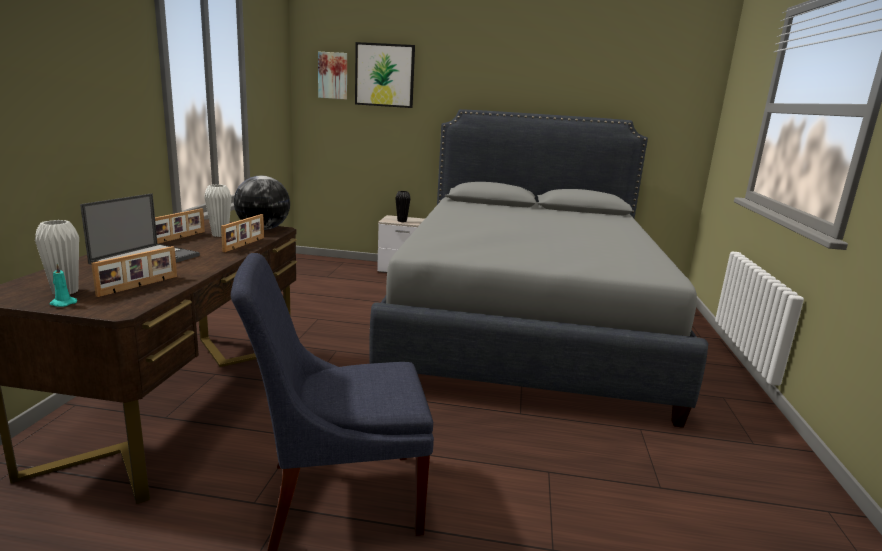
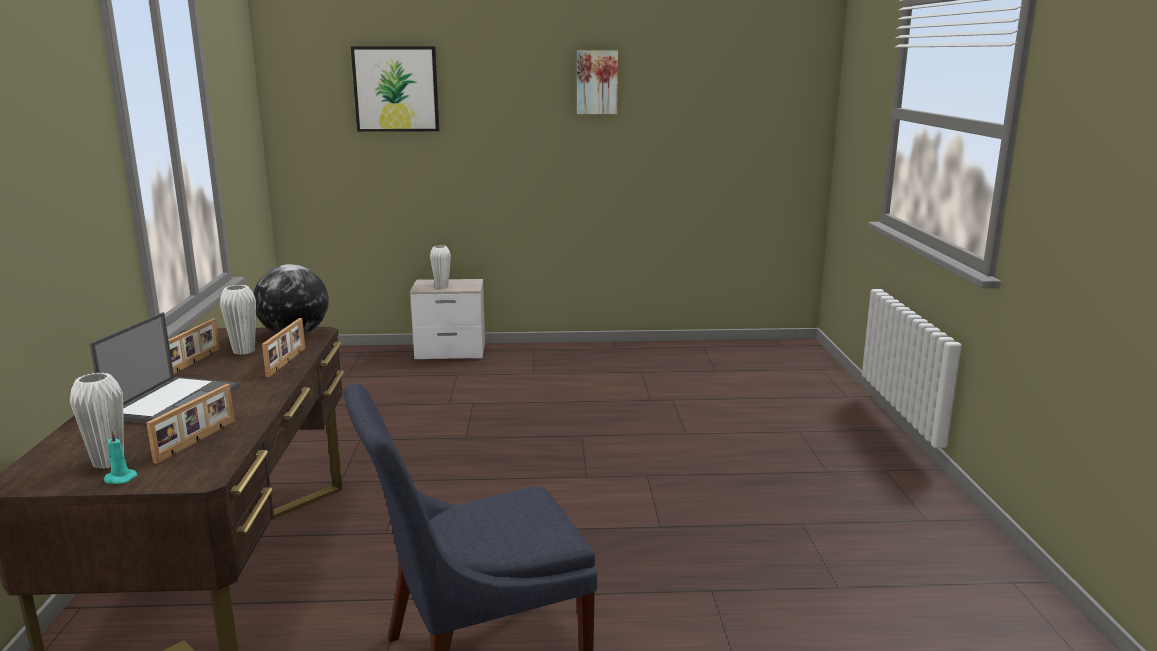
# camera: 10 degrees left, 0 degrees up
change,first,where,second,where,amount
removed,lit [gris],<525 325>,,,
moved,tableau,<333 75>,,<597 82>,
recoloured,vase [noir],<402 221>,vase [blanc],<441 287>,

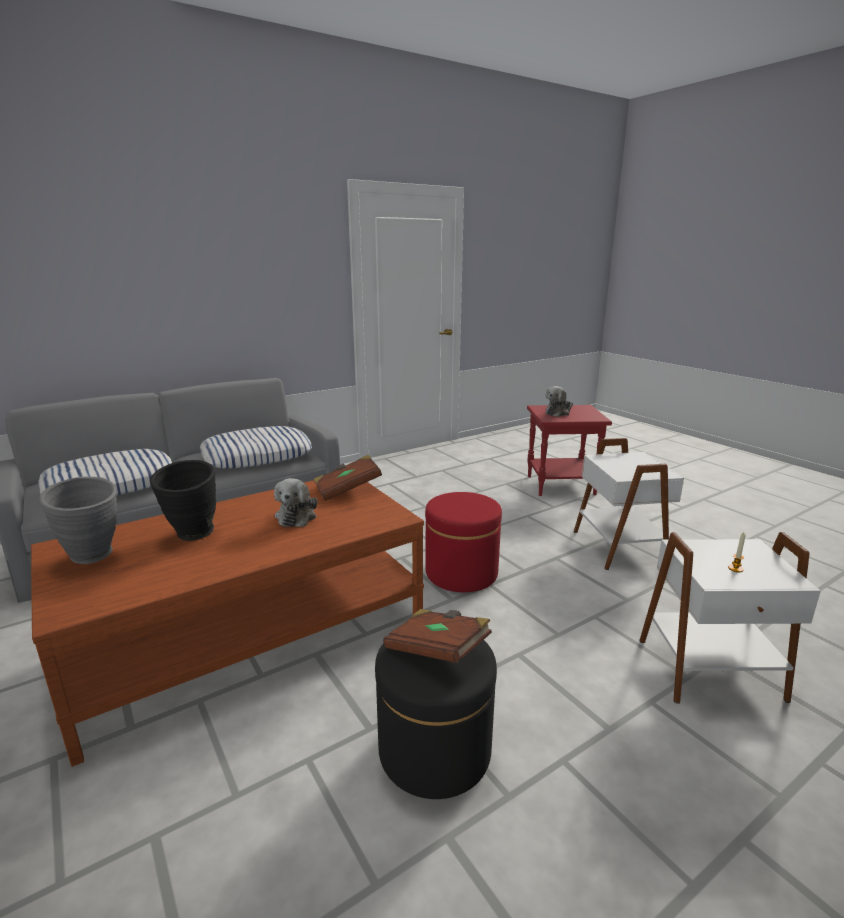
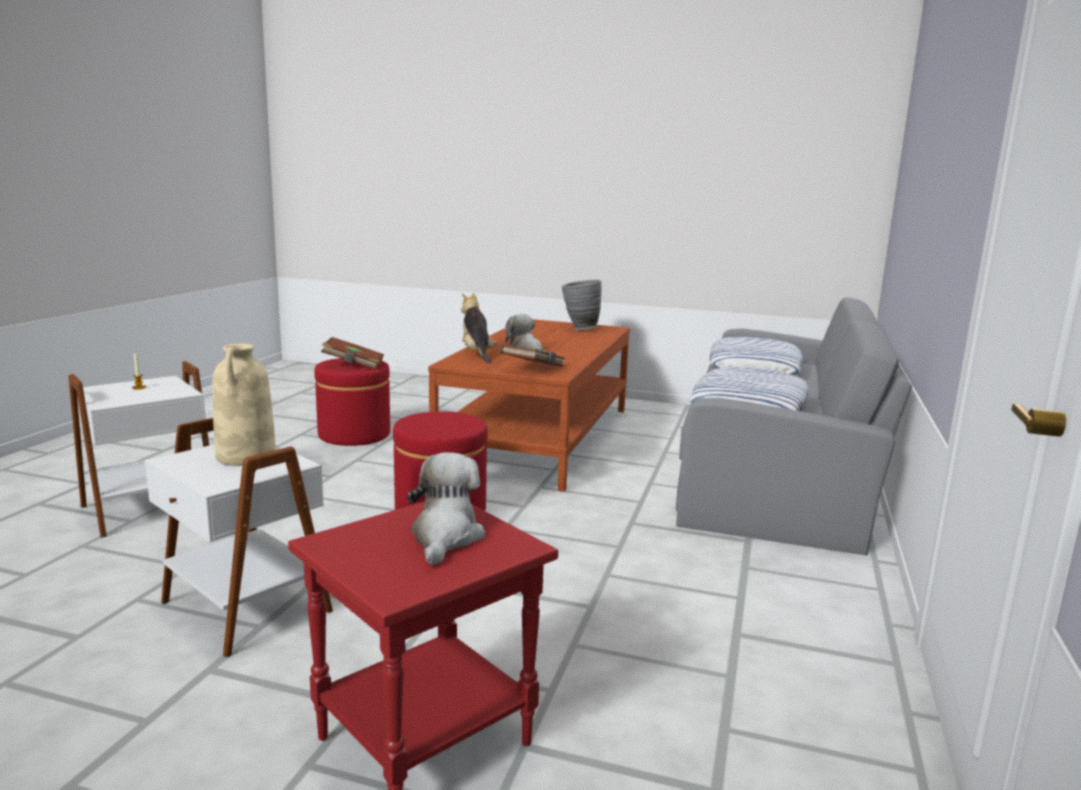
# camera: 140 degrees right, 5 degrees down
change,first,where,second,where,amount
removed,vase [noir],<193 537>,,,
added,,,vase [beige],<246 456>,
added,,,peluche,<477 354>,
recoloured,pouf [noir],<434 750>,pouf [rouge],<354 435>,

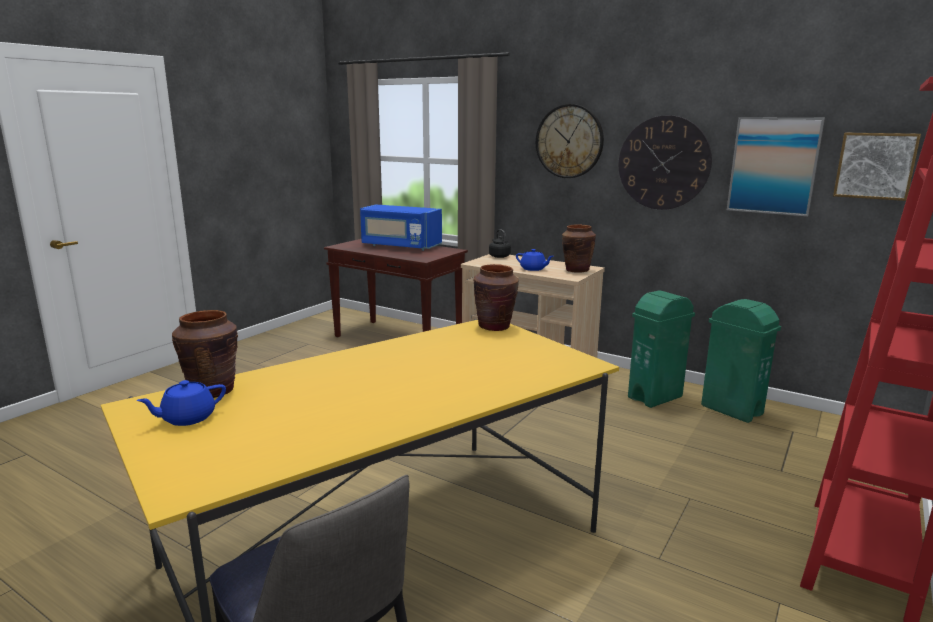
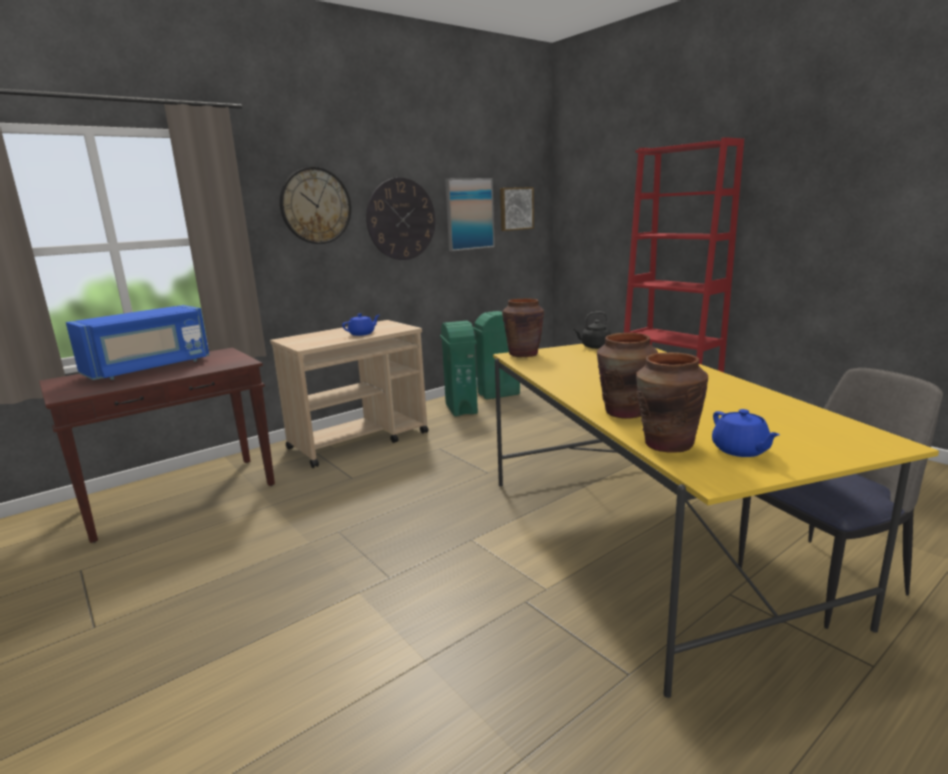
# camera: 70 degrees left, 0 degrees up
change,first,where,second,where,amount
moved,bouilloire [noir],<499 256>,,<594 347>,
moved,vase [marron],<577 270>,,<625 412>,

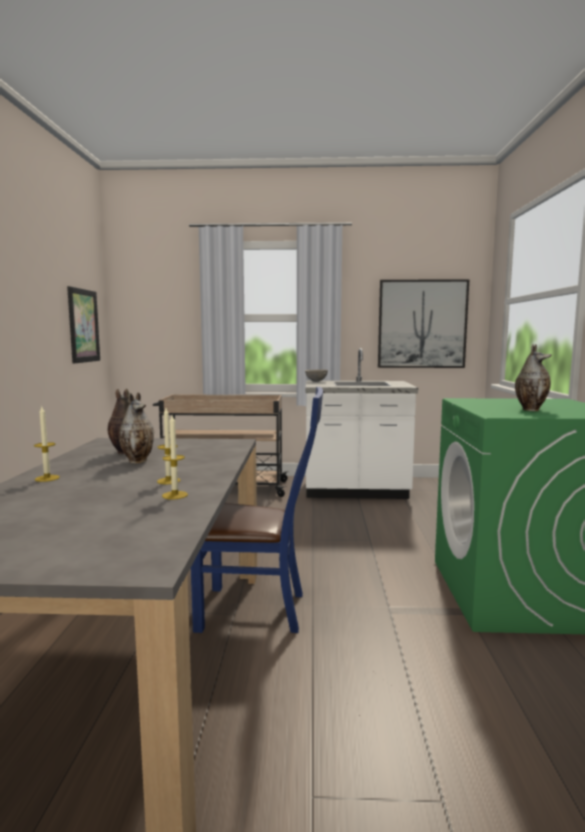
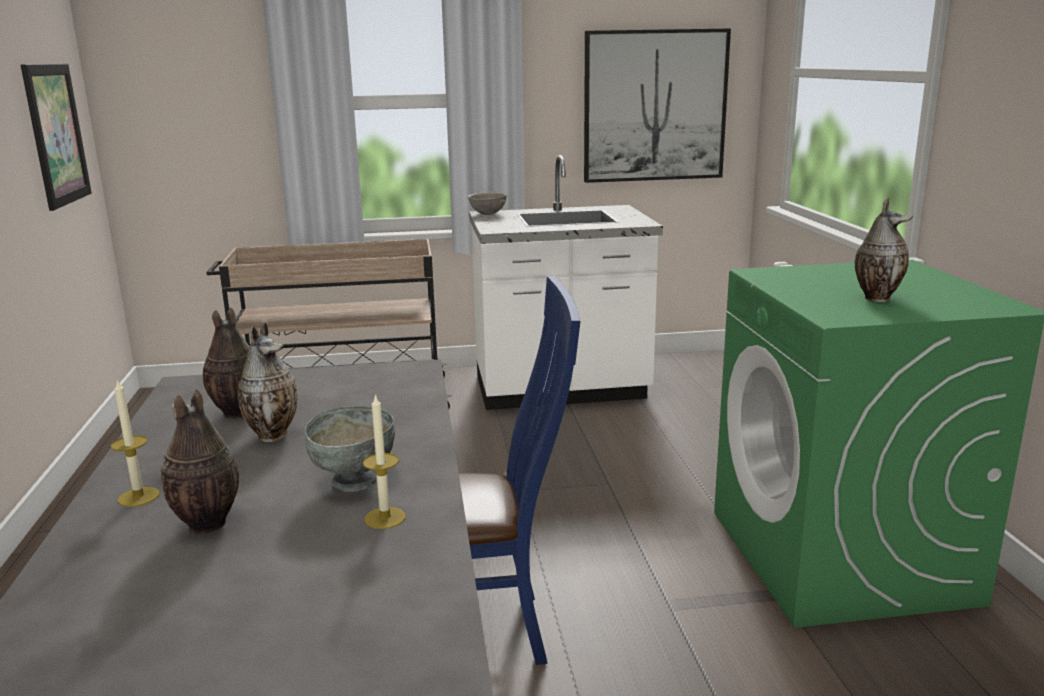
# camera: 10 degrees left, 10 degrees up
change,first,where,second,where,amount
added,,,vase,<206 526>,
replaced,bougie,<168 481>,bol [gris],<354 482>,

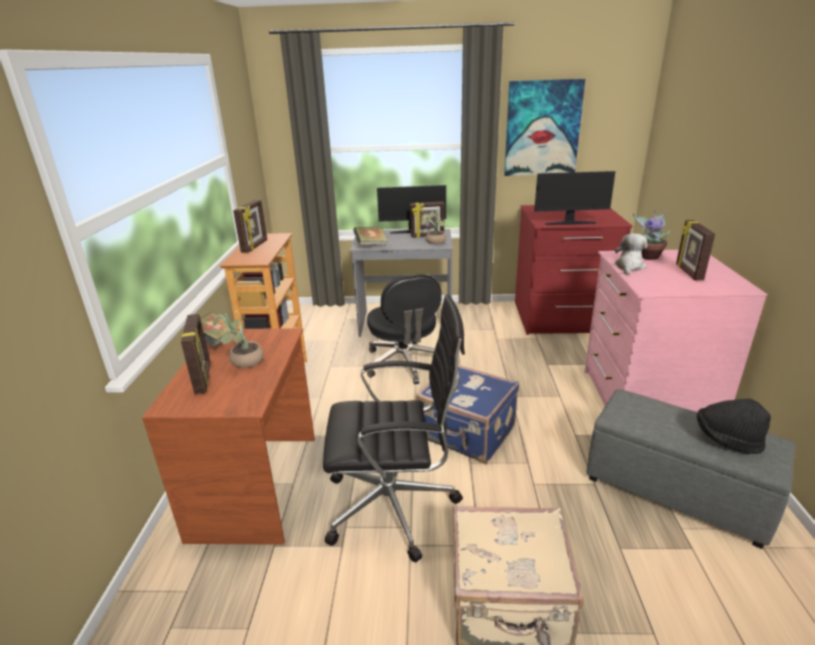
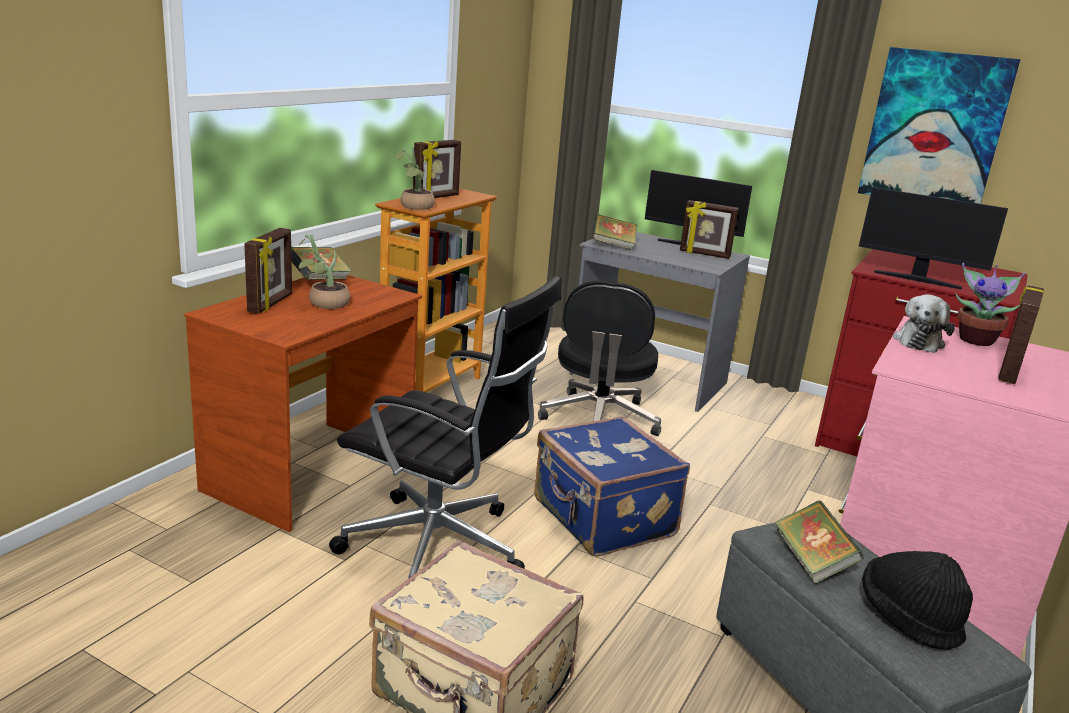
# camera: 25 degrees right, 5 degrees down
change,first,where,second,where,amount
added,,,livre,<812 562>,
moved,plante en pot,<436 242>,,<414 207>,
turned,peluche,<629 267>,,<919 341>,150 degrees clockwise

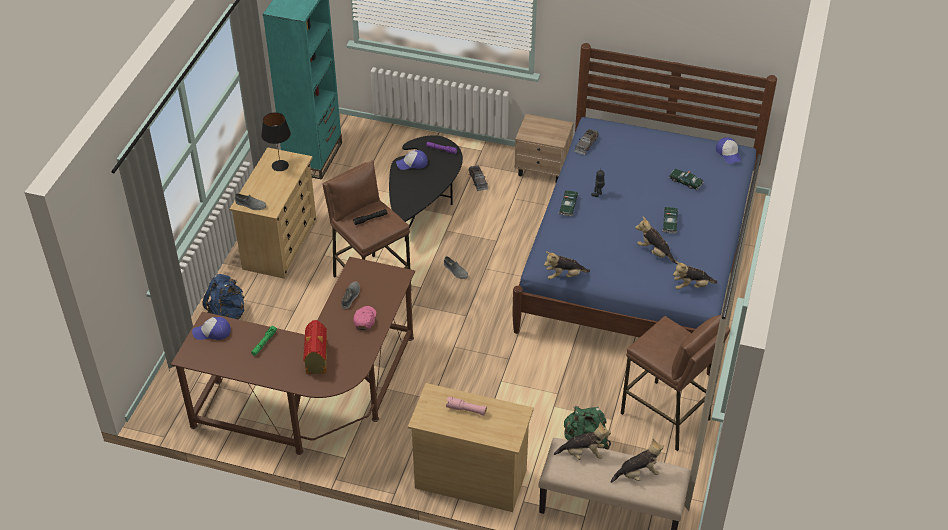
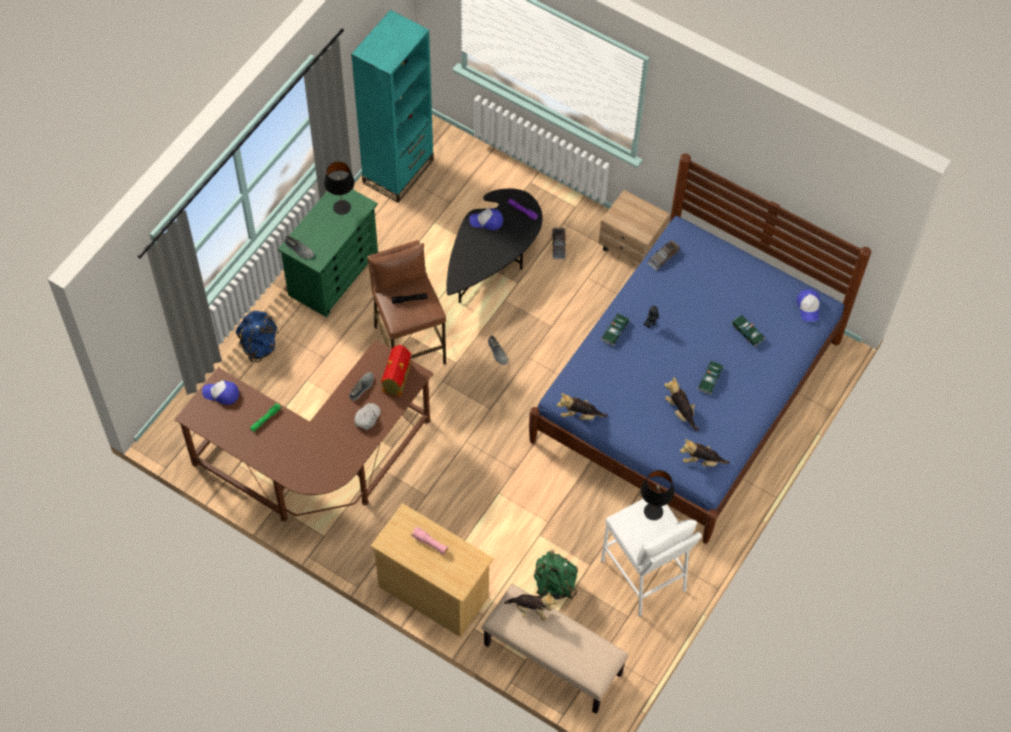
# camera: 15 degrees right, 15 degrees up
change,first,where,second,where,amount
removed,peluche,<638 474>,,,
added,,,lampe de table [noir],<653 511>,
moved,maison miniature,<316 359>,,<396 379>,
recoloured,commode [beige],<280 244>,commode [vert],<333 274>,
recoloured,casquette [rose],<364 320>,casquette [blanc],<367 418>,
recoloured,tabouret [marron],<665 416>,tabouret [blanc],<643 576>,

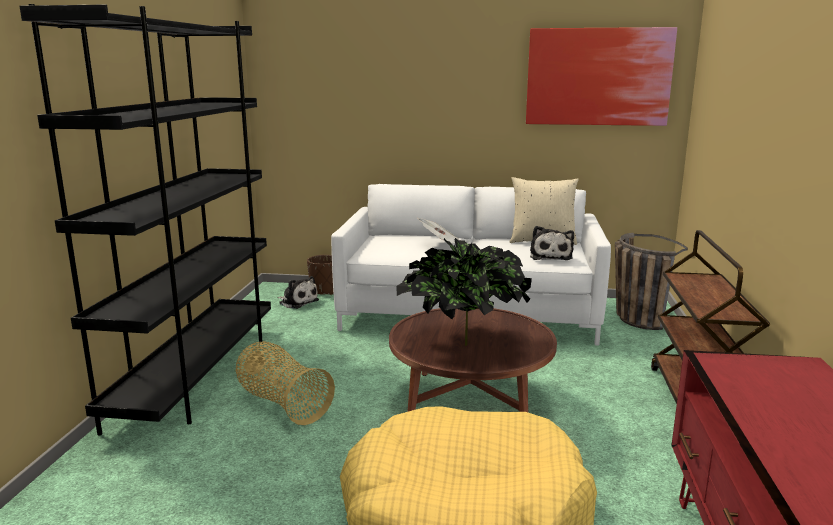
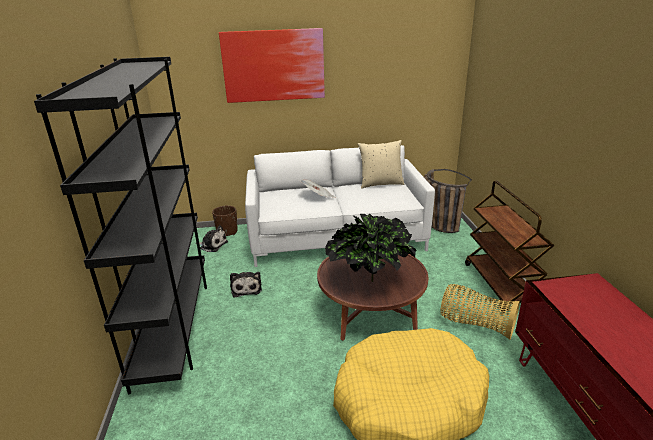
# camera: 15 degrees left, 10 degrees up
change,first,where,second,where,amount
moved,panier,<282 403>,,<475 324>,
moved,tableau,<598 77>,,<273 65>,
moved,peluche,<550 256>,,<246 288>,

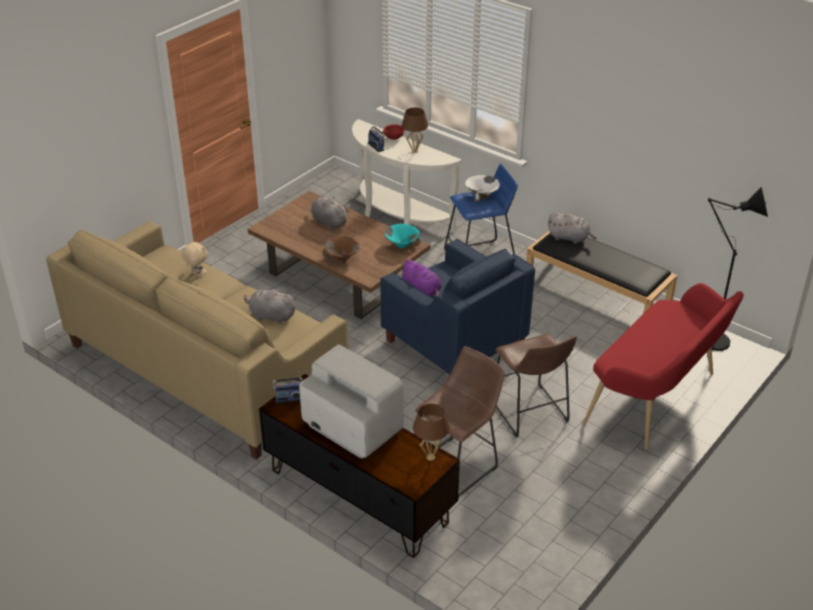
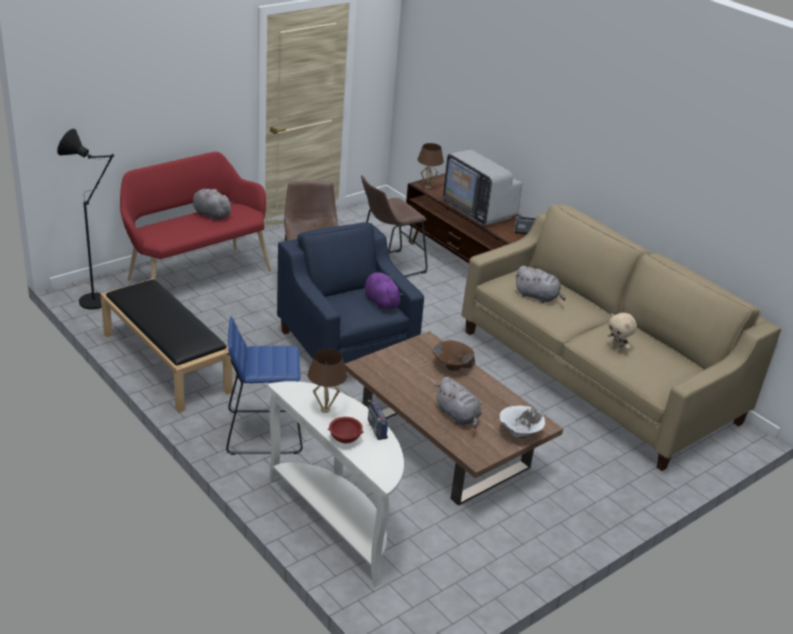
# camera: 170 degrees left, 5 degrees down
change,first,where,second,where,amount
removed,bol [turquoise],<402 245>,,,
moved,bol [blanc],<482 196>,,<519 433>,
moved,peluche [gris],<570 238>,,<210 215>,

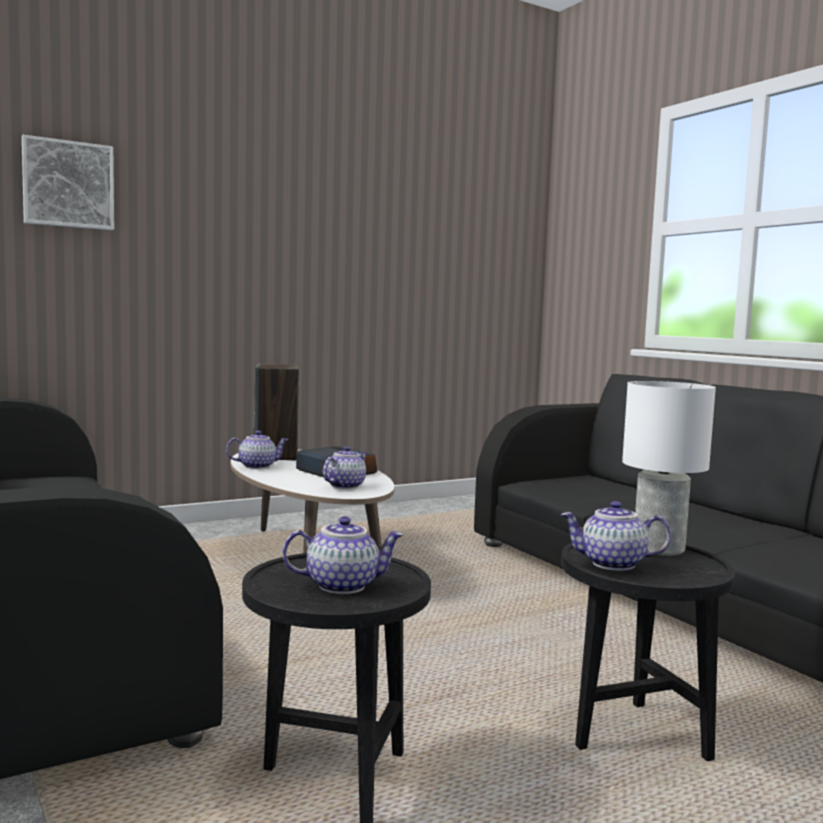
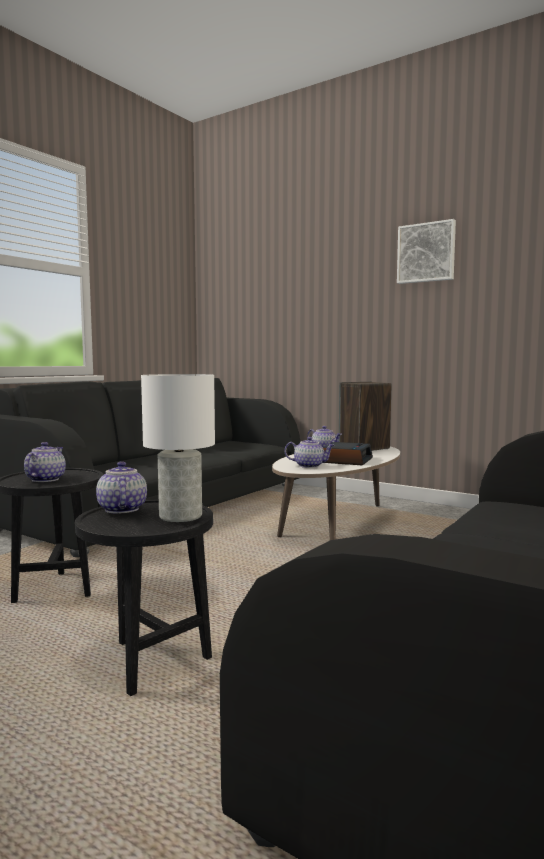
# camera: 65 degrees right, 0 degrees up
change,first,where,second,where,amount
moved,tableau,<68 184>,,<426 253>,
turned,théière,<343 585>,,<45 479>,135 degrees counterclockwise

